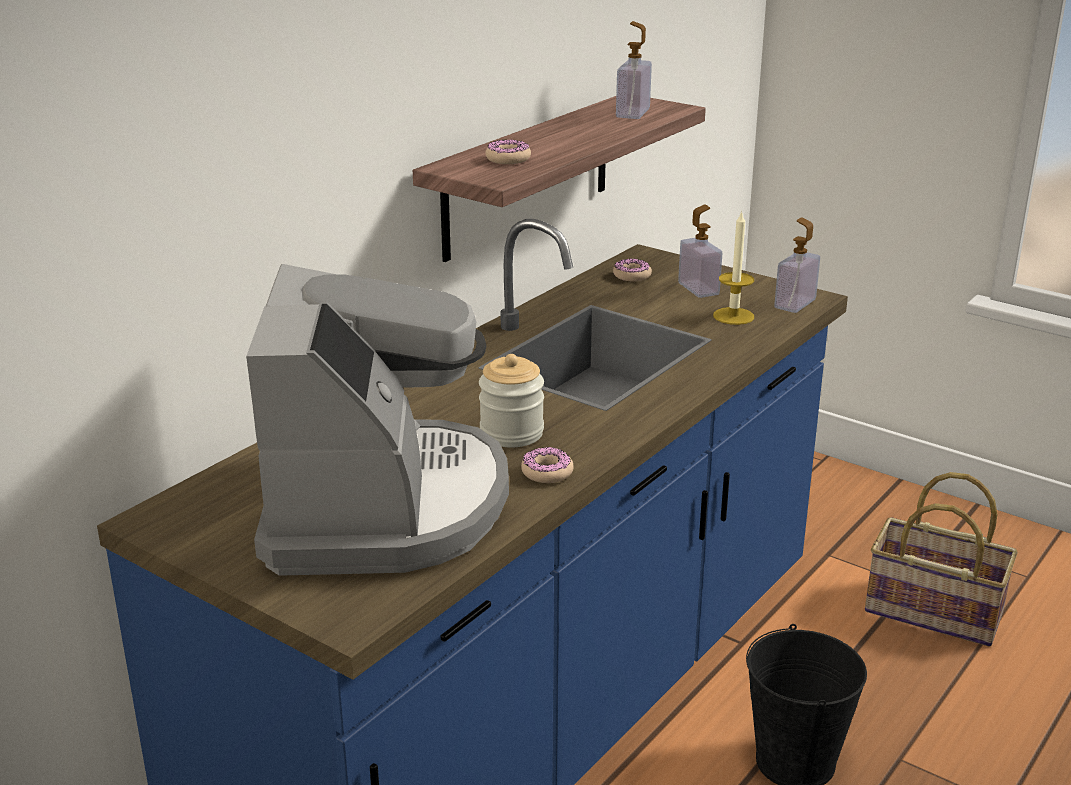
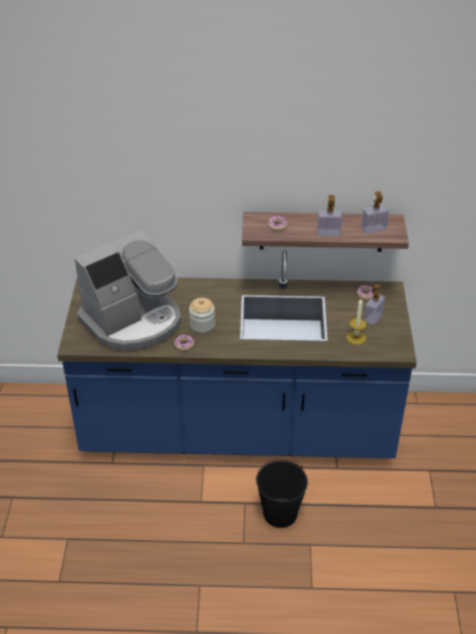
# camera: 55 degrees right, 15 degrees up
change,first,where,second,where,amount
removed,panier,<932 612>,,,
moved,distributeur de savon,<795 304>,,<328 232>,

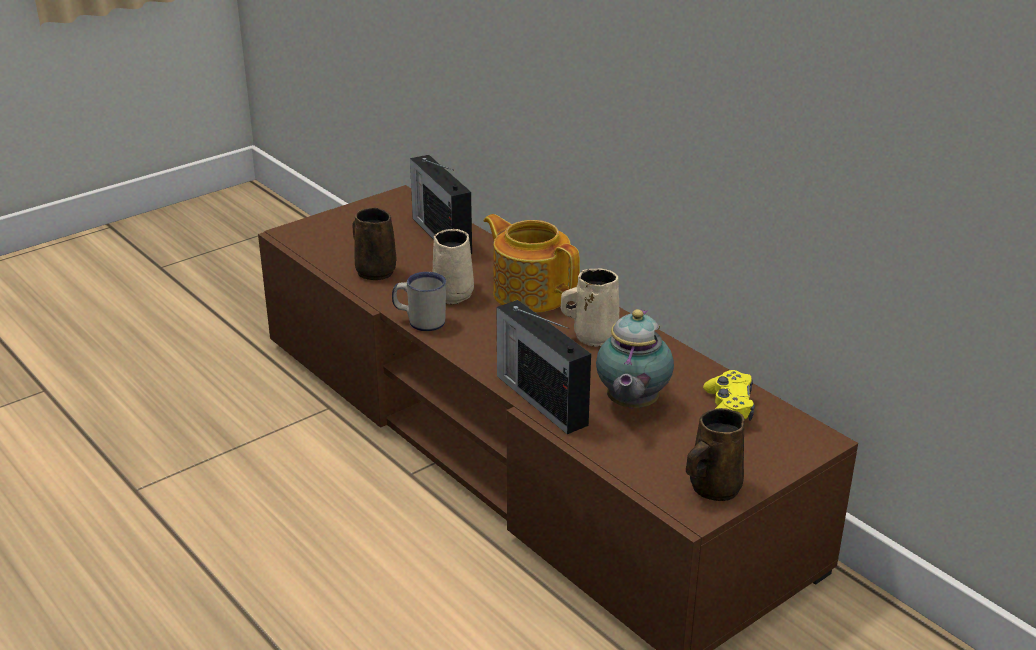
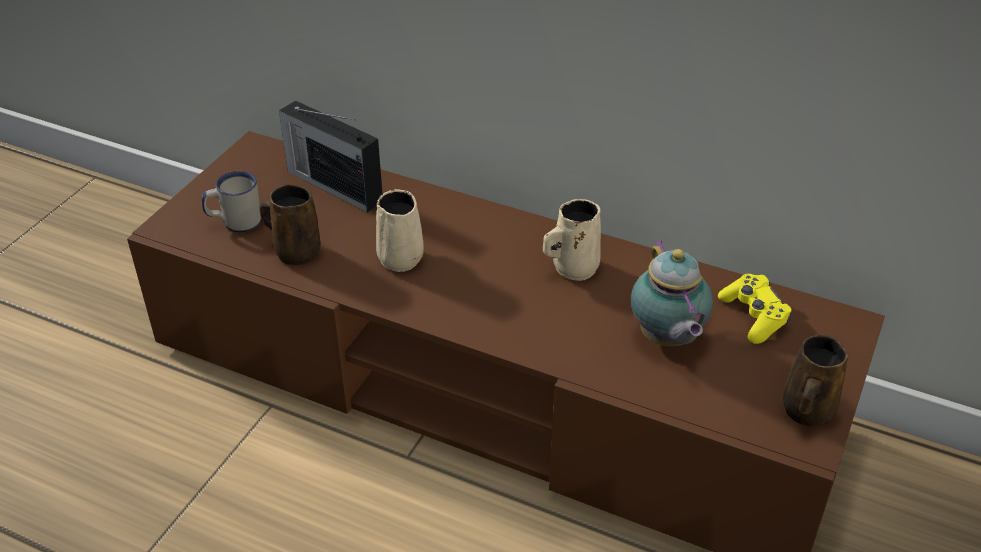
# camera: 25 degrees left, 10 degrees up
change,first,where,second,where,amount
removed,théière,<530 292>,,,
removed,radio,<540 398>,,,
moved,mug [blanc],<420 321>,,<235 222>,

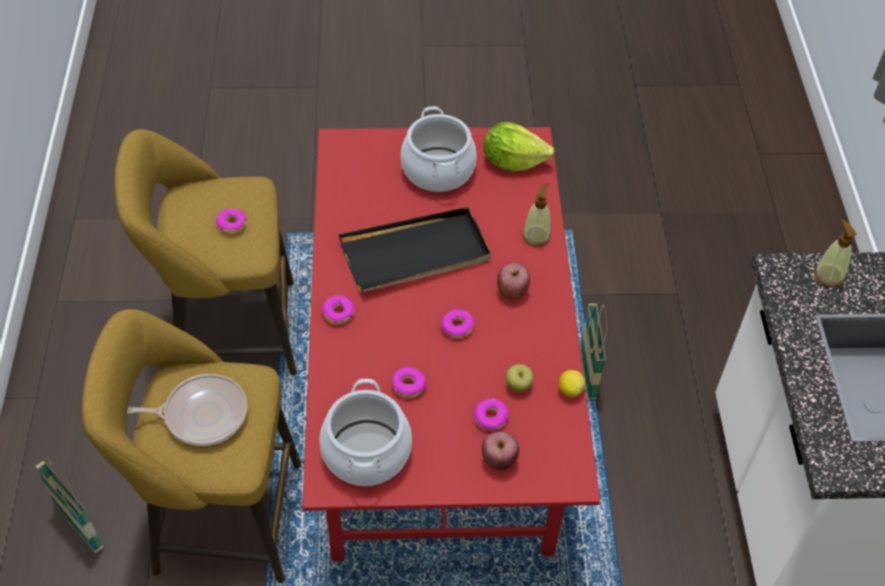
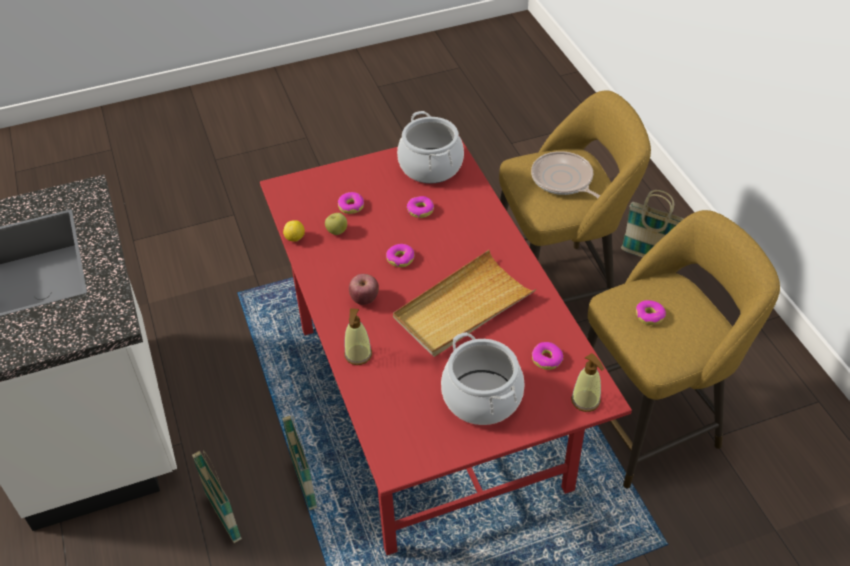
# camera: 165 degrees right, 5 degrees down
change,first,where,second,where,amount
removed,pomme,<499 459>,,,
removed,laitue,<513 161>,,,
added,,,panier,<223 517>,
moved,beignet,<338 313>,,<547 359>,
moved,distributeur de savon,<828 275>,,<585 401>,
recoloured,plateau [noir],<416 253>,plateau [beige],<463 307>,
turned,poêle,<201 414>,,<564 180>,75 degrees clockwise

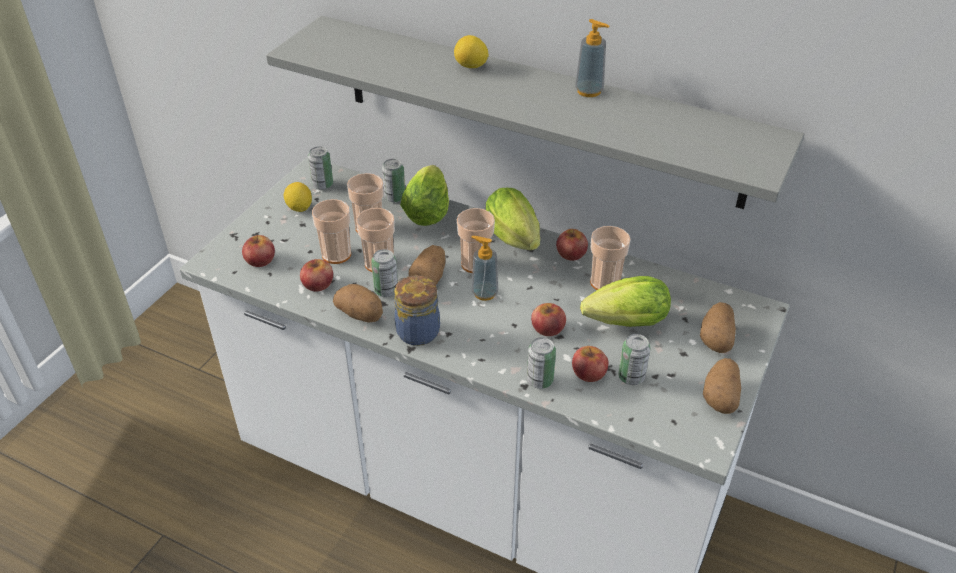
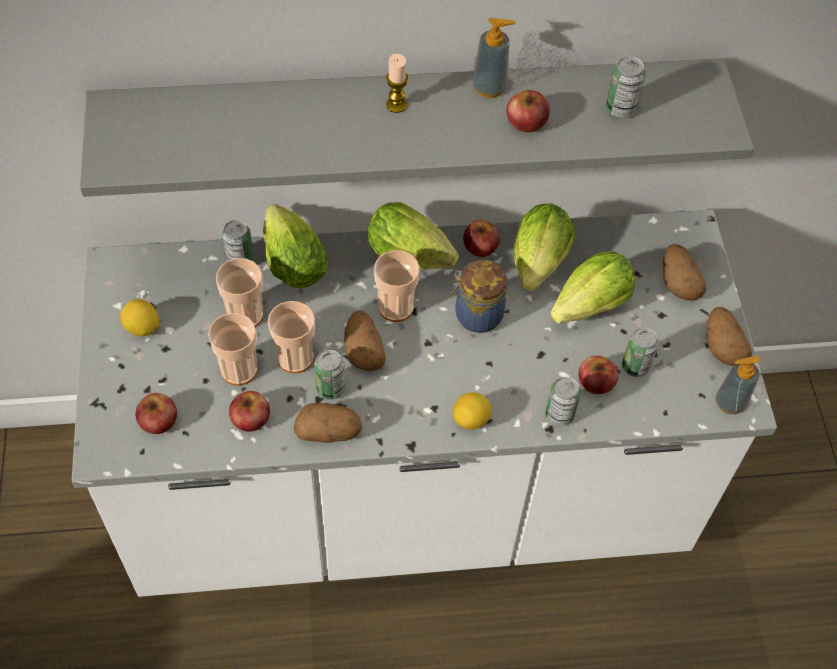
# camera: 35 degrees left, 15 degrees up
change,first,where,second,where,amount
added,,,bougie,<396 105>,
moved,boîte métallique,<322 184>,,<620 108>,
moved,bocal,<416 331>,,<476 314>,
moved,citron,<471 67>,,<471 420>,
moved,distributeur de savon,<484 293>,,<730 403>,
moved,pomme,<548 328>,,<526 121>,
replaced,tasse,<605 282>,laitue,<537 266>,

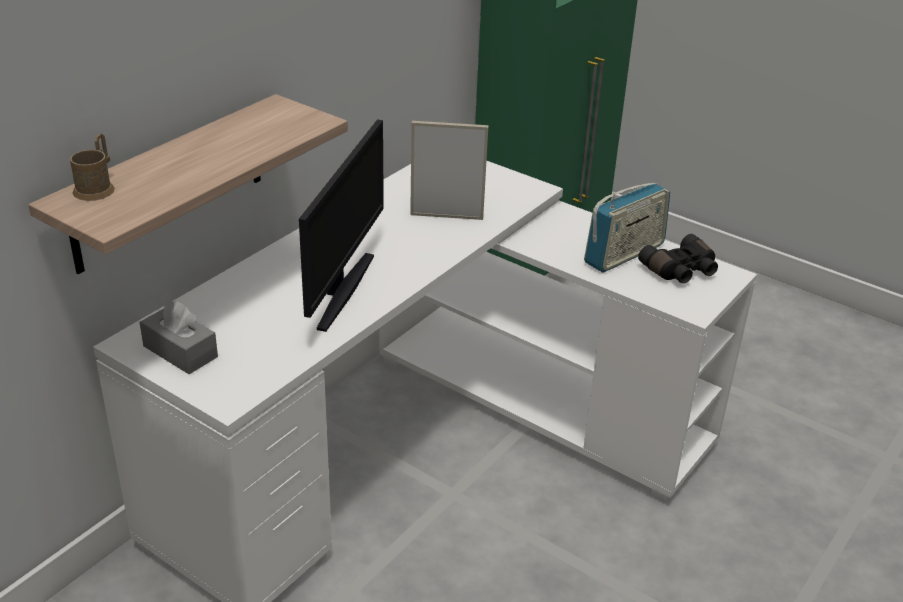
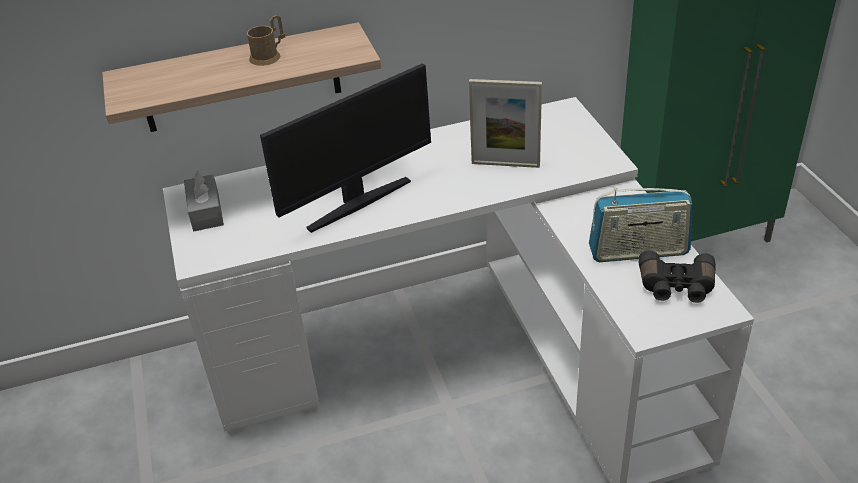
# camera: 40 degrees right, 5 degrees up
change,first,where,second,where,amount
moved,mug [marron],<97 187>,,<269 56>,
turned,cadre photo,<446 216>,,<505 164>,150 degrees clockwise

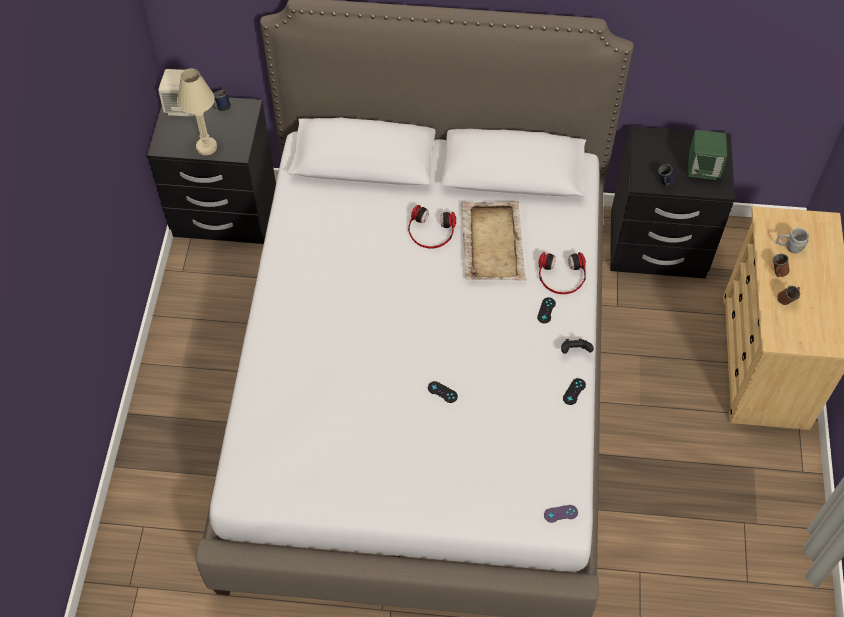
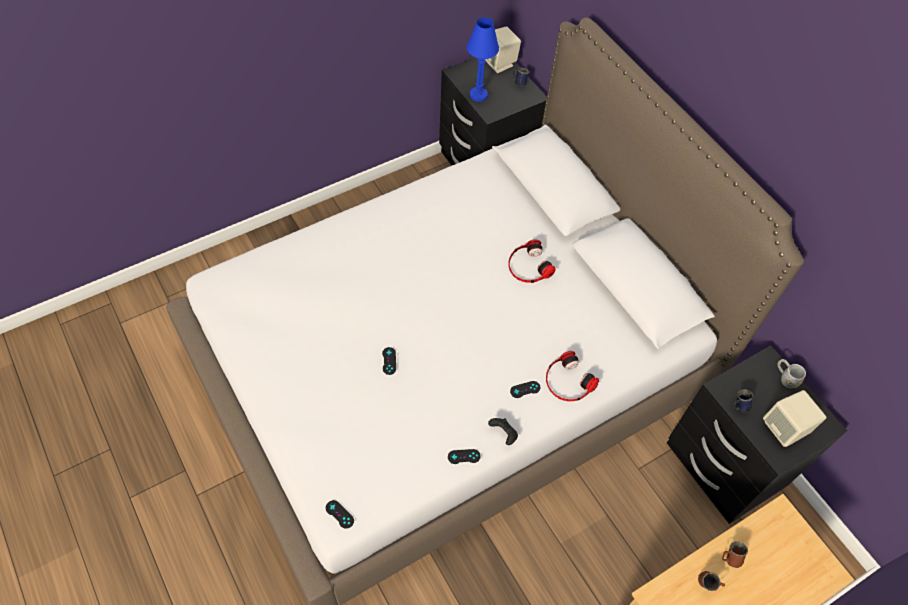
# camera: 50 degrees right, 0 degrees up
change,first,where,second,where,amount
removed,plateau [beige],<492 242>,,,
moved,mug [gris],<789 247>,,<785 378>,
recoloured,lampe de table [beige],<206 147>,lampe de table [bleu],<478 95>,
recoloured,manette [violet],<560 513>,manette [noir],<339 514>,
recoloured,enceinte [vert],<702 169>,enceinte [beige],<784 429>,

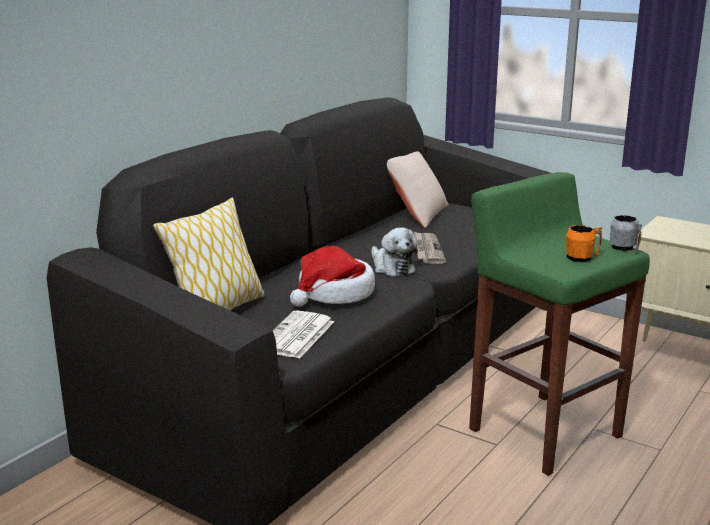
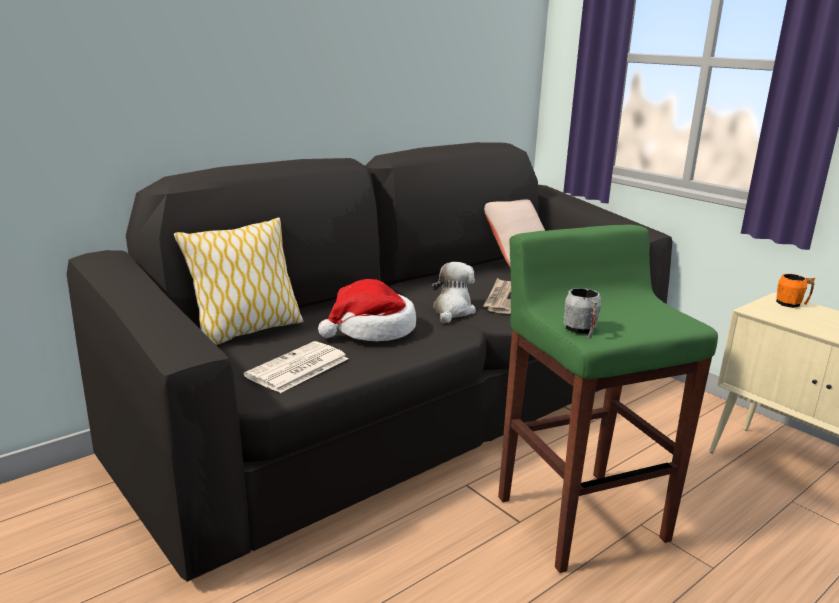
# camera: 15 degrees right, 0 degrees up
change,first,where,second,where,amount
moved,mug [orange],<582 258>,,<792 304>,
moved,mug [gris],<625 248>,,<581 330>,
turned,peluche,<392 267>,,<452 311>,150 degrees counterclockwise

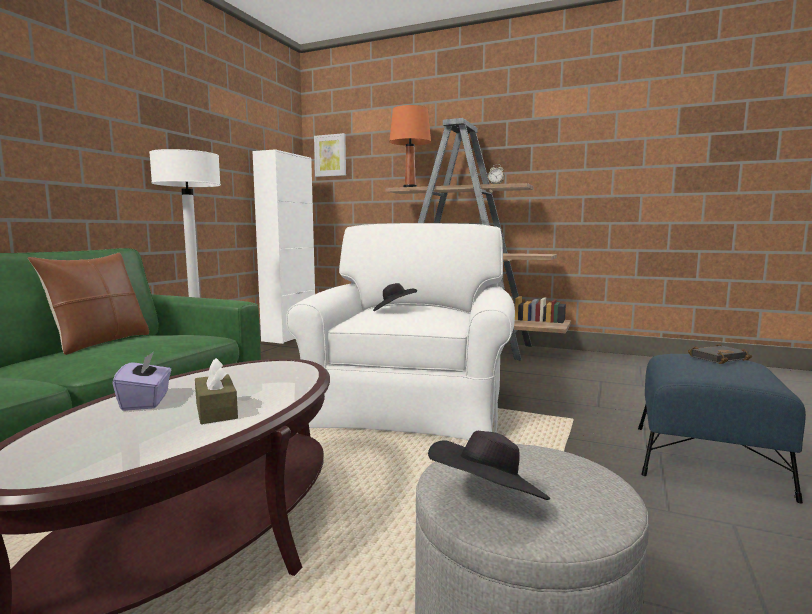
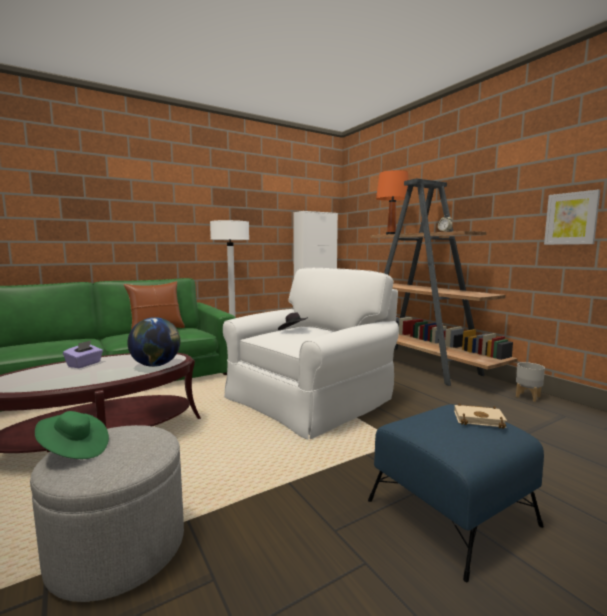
# camera: 35 degrees right, 0 degrees up
change,first,where,second,where,amount
removed,boîte à mouchoirs [marron],<216 410>,,,
added,,,globe,<156 365>,
added,,,cache-pot [gris],<528 397>,
moved,tableau,<330 155>,,<571 218>,
recoloured,chapeau [noir],<488 500>,chapeau [vert],<74 450>,
recoloured,livre [noir],<717 358>,livre [beige],<479 419>,

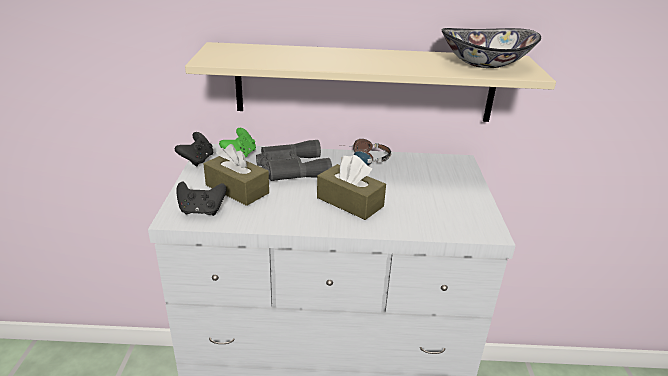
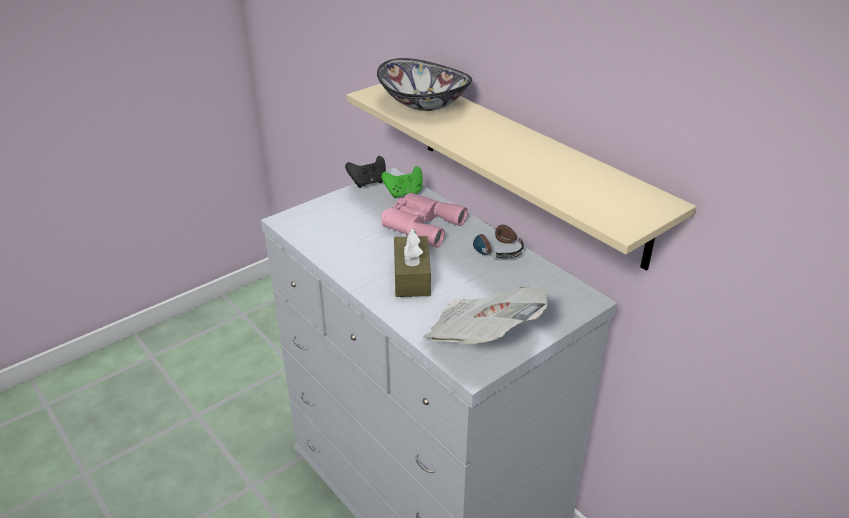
# camera: 50 degrees right, 5 degrees up
change,first,where,second,where,amount
removed,manette [noir],<201 211>,,,
removed,boîte à mouchoirs [marron],<237 189>,,,
added,,,journal,<483 338>,
moved,bol,<485 64>,,<423 104>,
recoloured,jumelles [gris],<290 168>,jumelles [rose],<420 224>,

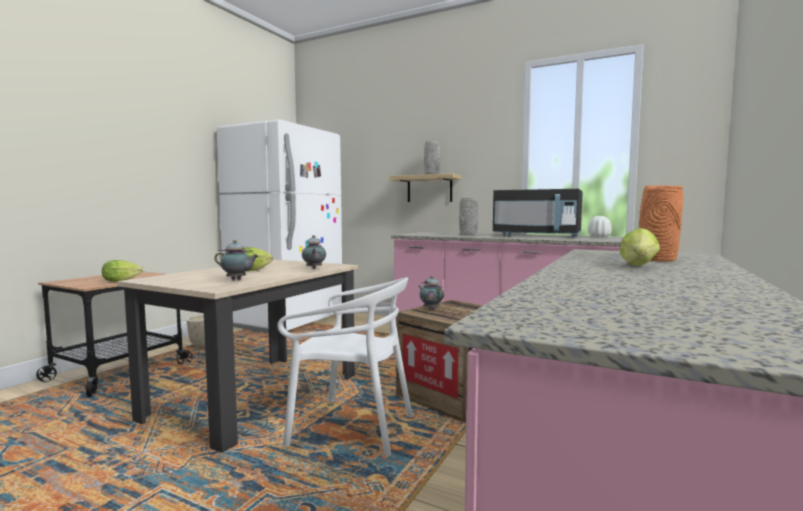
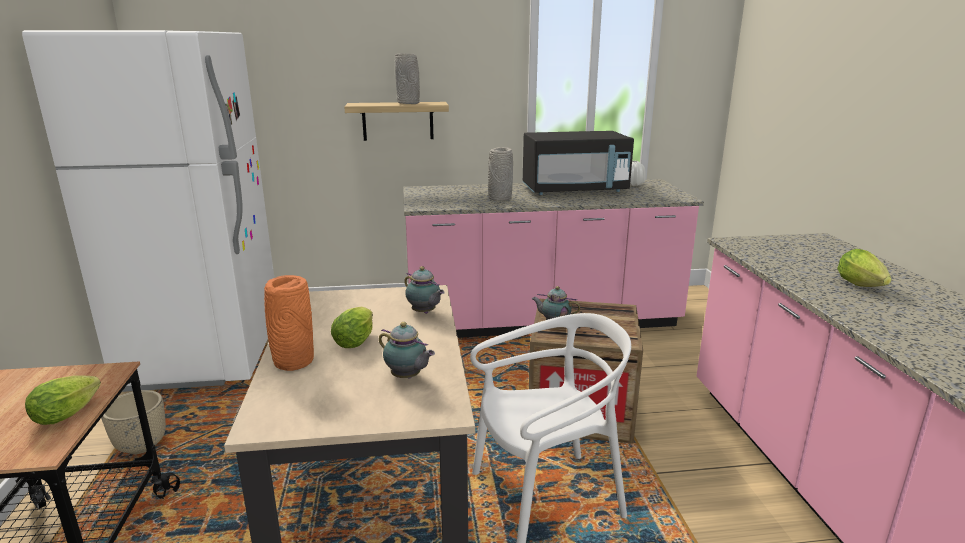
# camera: 35 degrees left, 15 degrees up
change,first,where,second,where,amount
moved,vase [orange],<656 259>,,<292 362>,
turned,théière,<237 279>,,<407 377>,60 degrees clockwise

